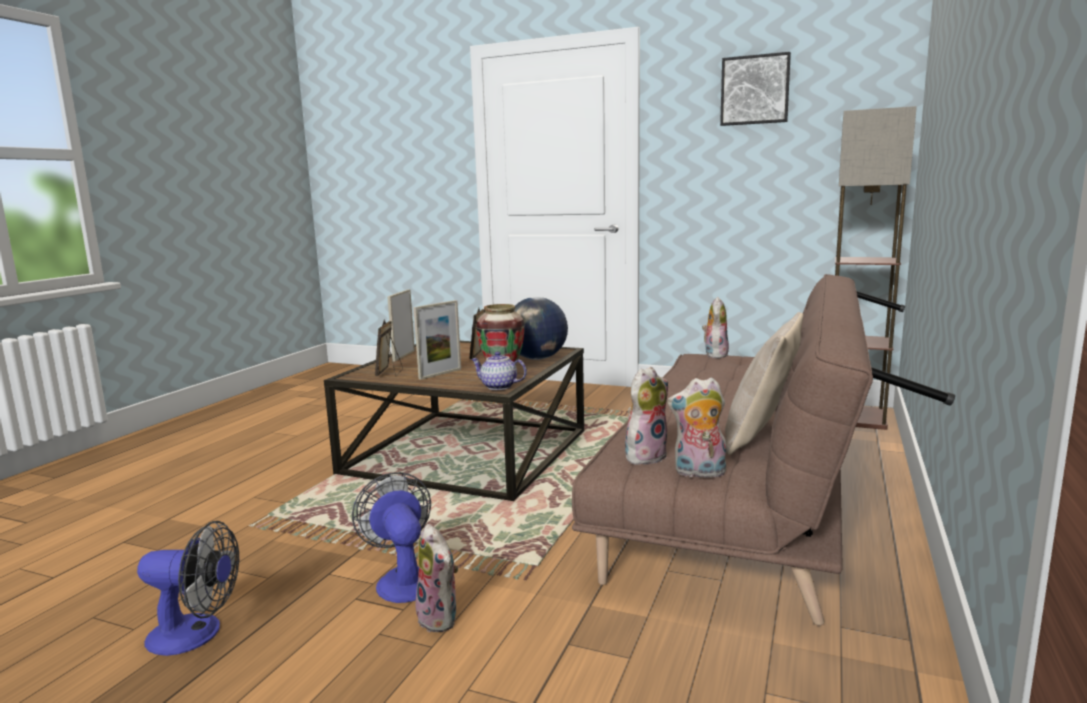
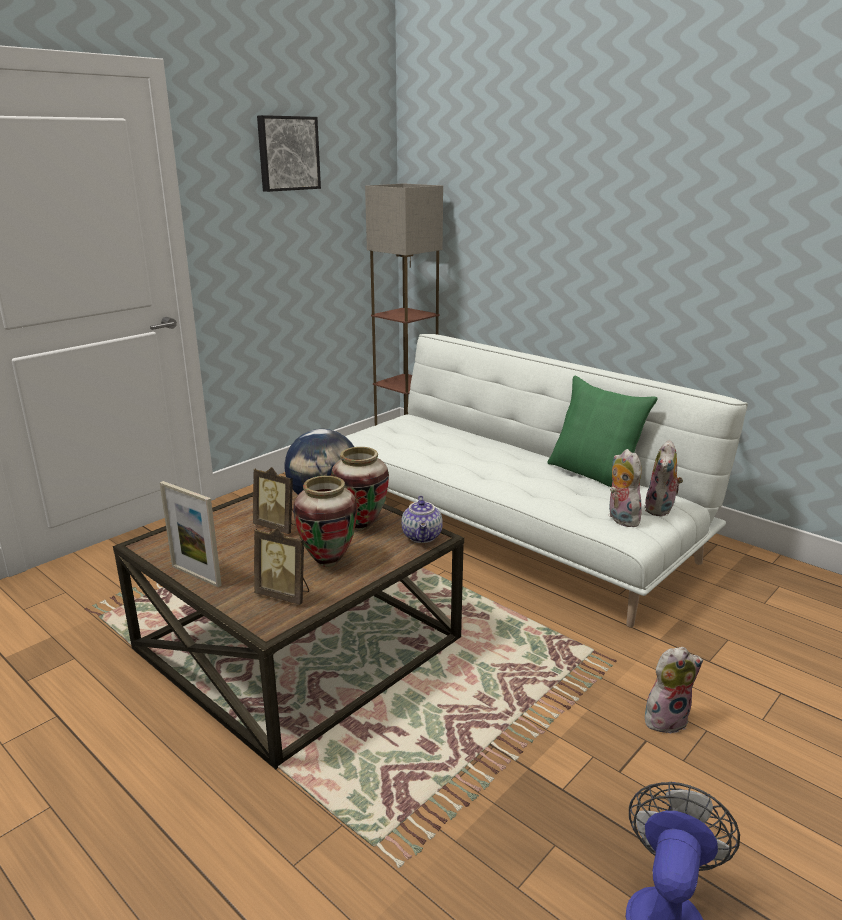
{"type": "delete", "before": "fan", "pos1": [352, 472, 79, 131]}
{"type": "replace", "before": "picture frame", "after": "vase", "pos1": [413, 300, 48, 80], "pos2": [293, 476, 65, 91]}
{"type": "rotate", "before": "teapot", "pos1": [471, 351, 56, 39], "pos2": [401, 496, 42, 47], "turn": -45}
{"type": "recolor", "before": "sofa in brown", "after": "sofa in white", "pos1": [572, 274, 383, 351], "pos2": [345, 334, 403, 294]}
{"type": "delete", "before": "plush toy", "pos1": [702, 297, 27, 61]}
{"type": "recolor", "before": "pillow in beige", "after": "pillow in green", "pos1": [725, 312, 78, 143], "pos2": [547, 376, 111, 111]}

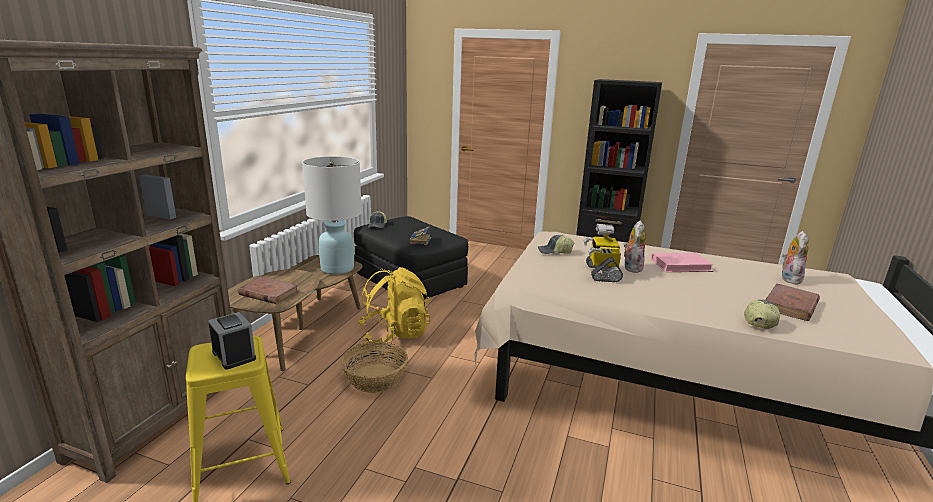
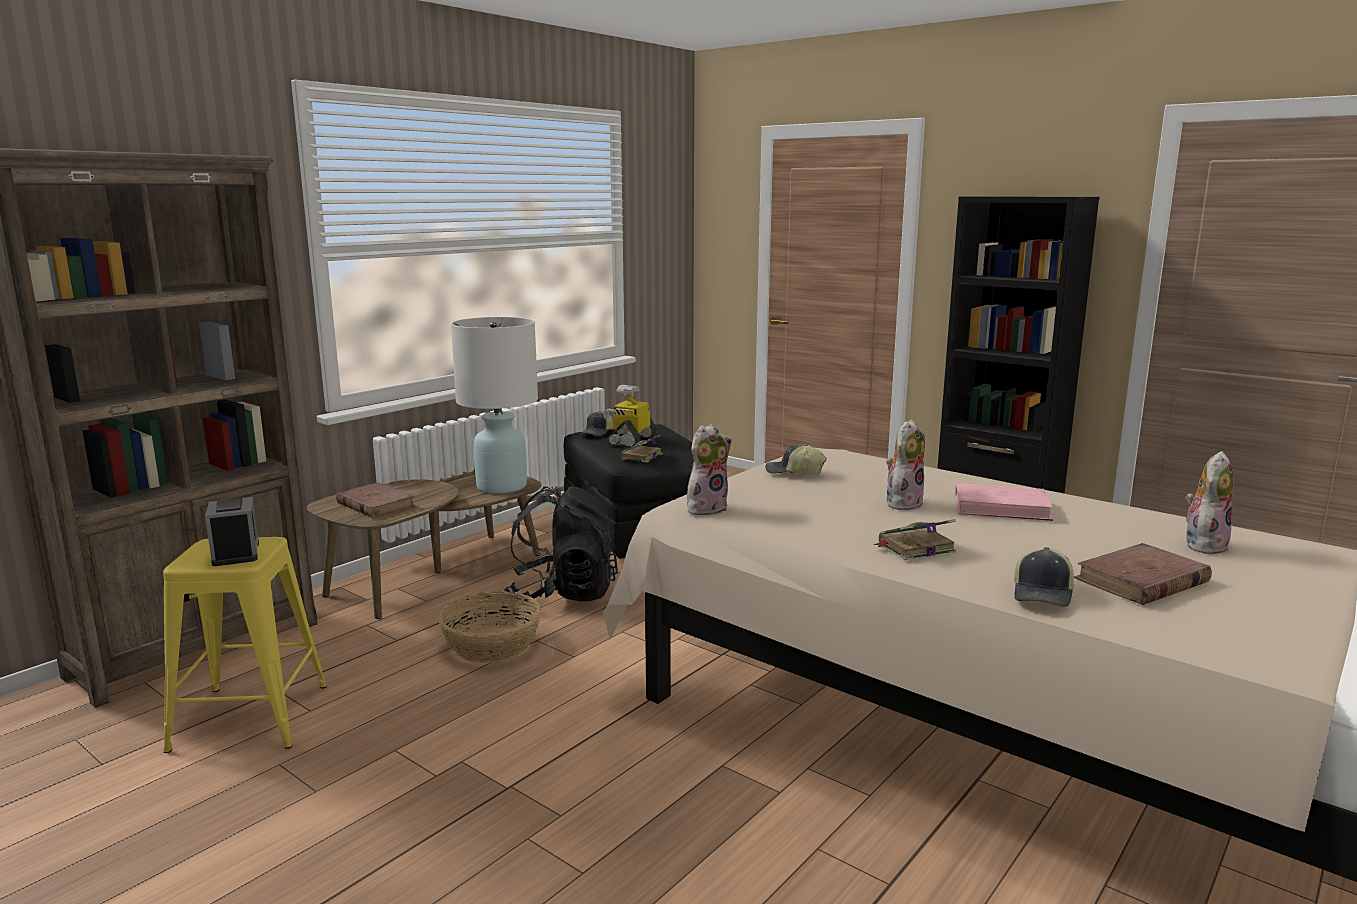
{"type": "recolor", "before": "backpack in yellow", "after": "backpack in black", "pos1": [358, 267, 73, 75], "pos2": [504, 486, 114, 116]}
{"type": "move", "before": "toy robot", "pos1": [584, 224, 39, 58], "pos2": [603, 385, 54, 63]}
{"type": "rotate", "before": "cap", "pos1": [744, 300, 36, 29], "pos2": [1014, 547, 60, 60], "turn": 150}
{"type": "insert", "after": "plush toy", "pos2": [687, 424, 45, 91]}
{"type": "insert", "after": "book", "pos2": [873, 519, 83, 41]}

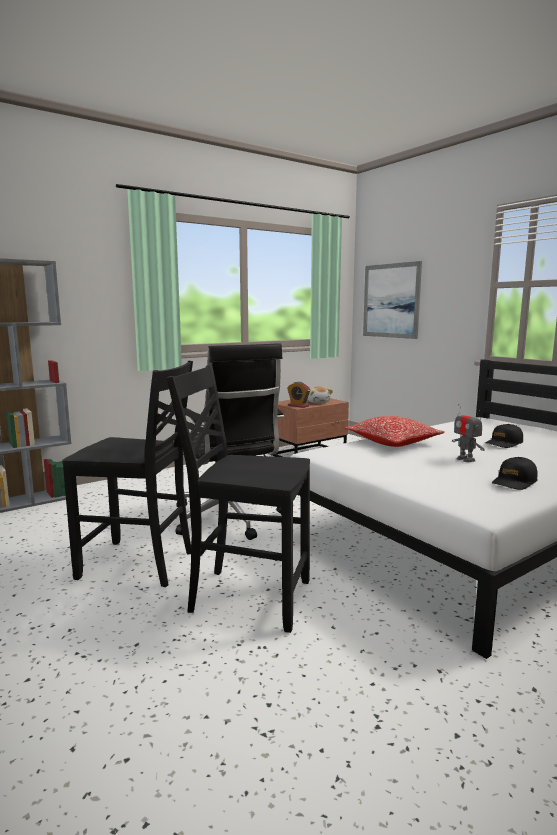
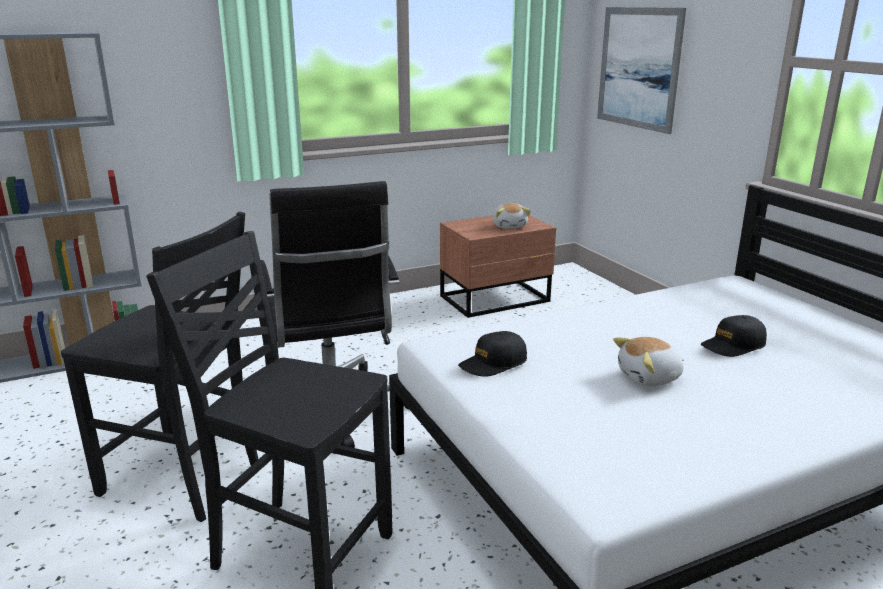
{"type": "delete", "before": "alarm clock", "pos1": [287, 382, 23, 26]}
{"type": "delete", "before": "pillow", "pos1": [345, 416, 100, 31]}
{"type": "replace", "before": "toy robot", "after": "plush toy", "pos1": [452, 404, 33, 58], "pos2": [613, 337, 71, 49]}
{"type": "move", "before": "cap in black", "pos1": [492, 457, 46, 33], "pos2": [458, 331, 69, 46]}

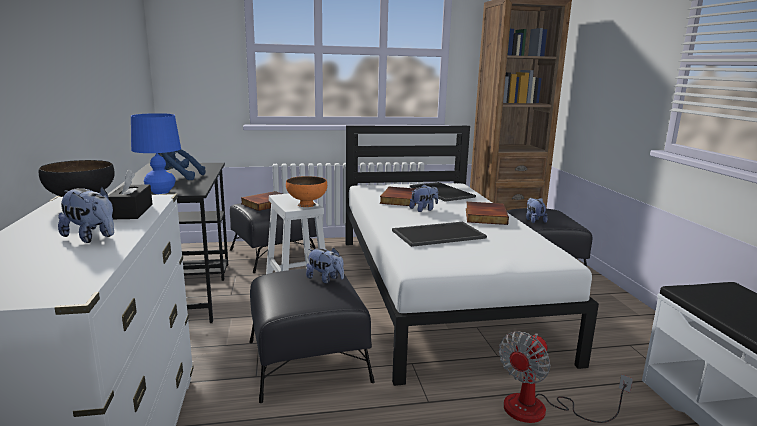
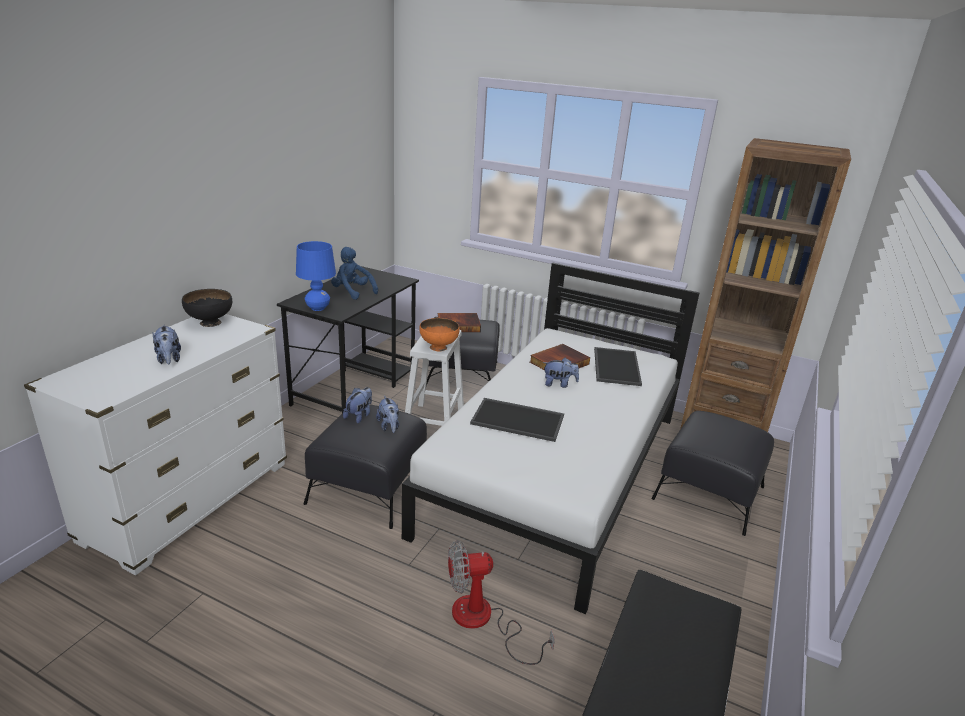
{"type": "delete", "before": "tissue box in black", "pos1": [108, 169, 45, 50]}
{"type": "delete", "before": "book", "pos1": [466, 202, 43, 23]}
{"type": "move", "before": "plush toy", "pos1": [526, 198, 21, 25], "pos2": [343, 387, 29, 36]}

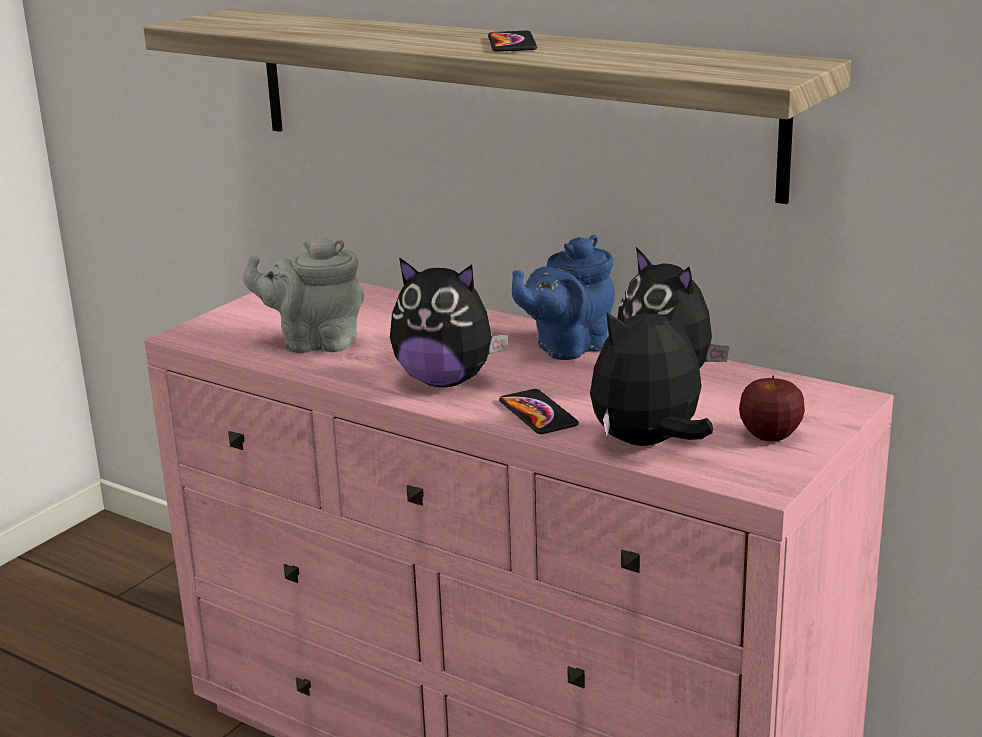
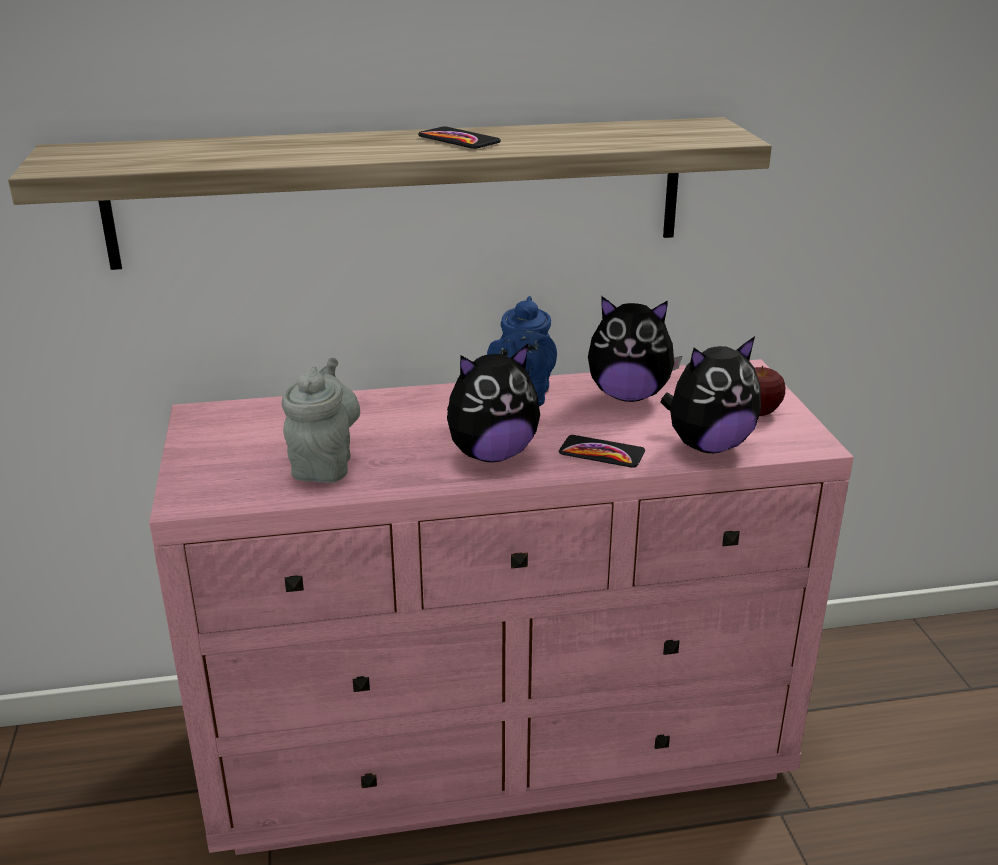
{"type": "rotate", "before": "teapot in grey", "pos1": [243, 238, 122, 115], "pos2": [282, 358, 78, 125], "turn": 135}
{"type": "rotate", "before": "plush toy", "pos1": [590, 297, 124, 149], "pos2": [660, 336, 101, 117], "turn": -135}

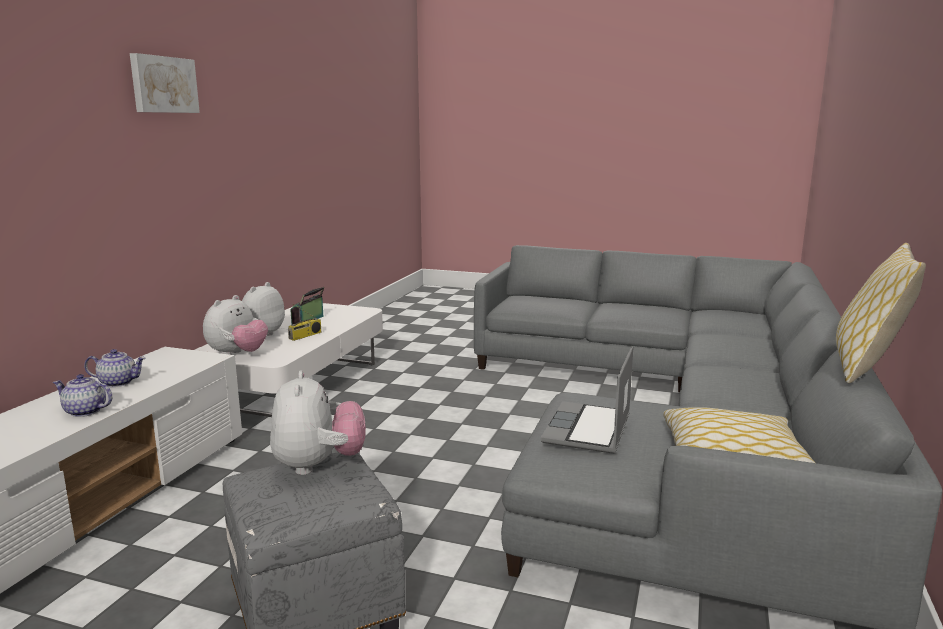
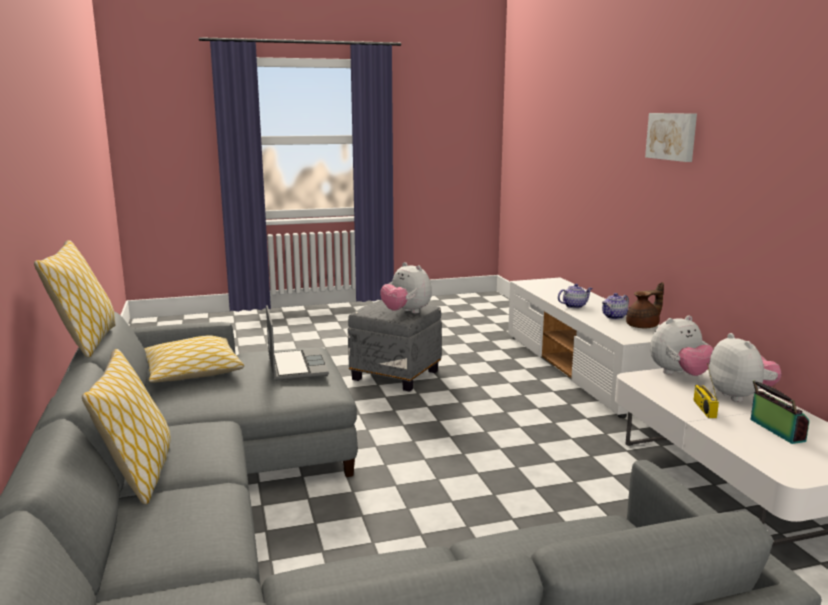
{"type": "move", "before": "picture", "pos1": [130, 53, 70, 60], "pos2": [645, 113, 52, 49]}
{"type": "rotate", "before": "plush toy", "pos1": [203, 295, 65, 60], "pos2": [650, 315, 63, 61], "turn": -105}
{"type": "insert", "after": "pillow", "pos2": [82, 349, 89, 155]}
{"type": "insert", "after": "teapot in brown", "pos2": [626, 282, 38, 46]}

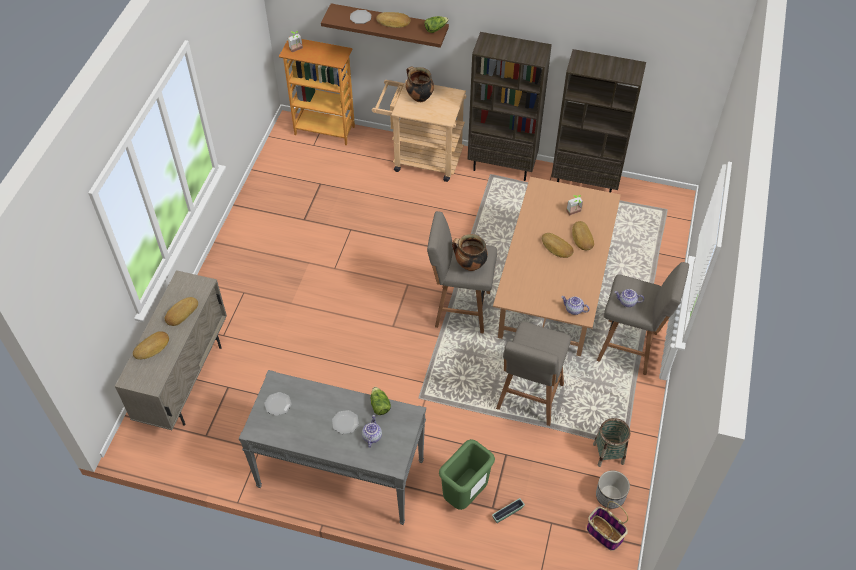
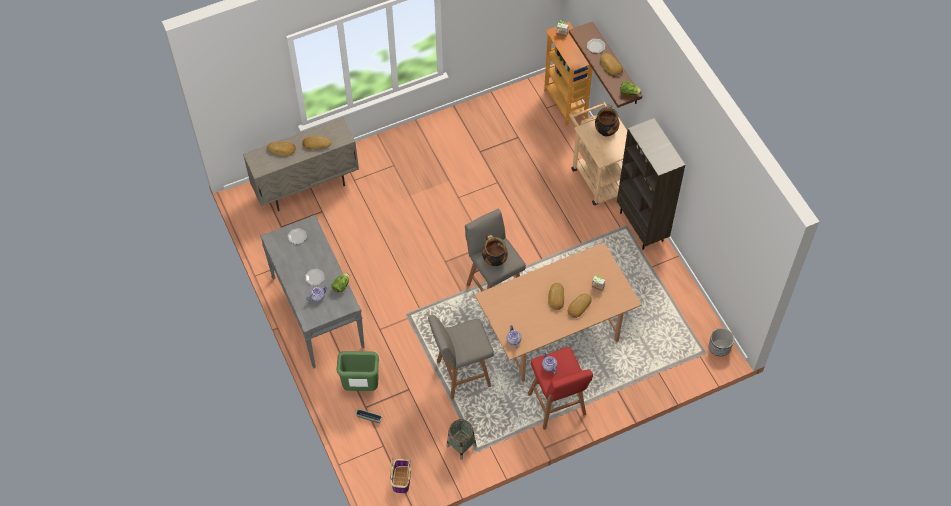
{"type": "delete", "before": "bookcase in brown", "pos1": [551, 49, 95, 143]}
{"type": "move", "before": "planter", "pos1": [596, 470, 34, 39], "pos2": [709, 328, 25, 28]}
{"type": "recolor", "before": "stool in grey", "after": "stool in red", "pos1": [597, 262, 92, 113], "pos2": [528, 347, 65, 83]}

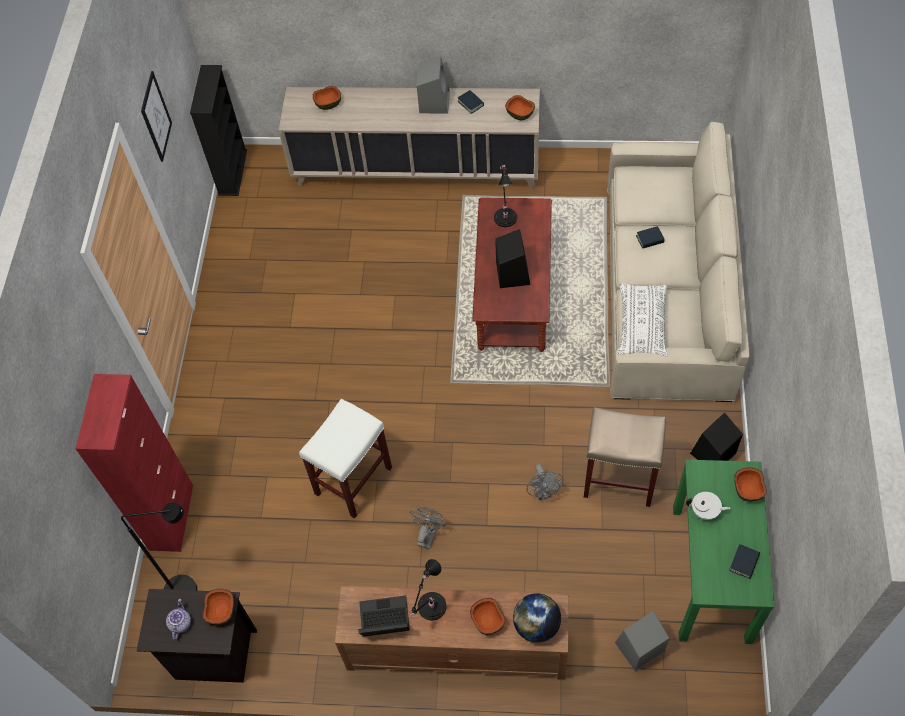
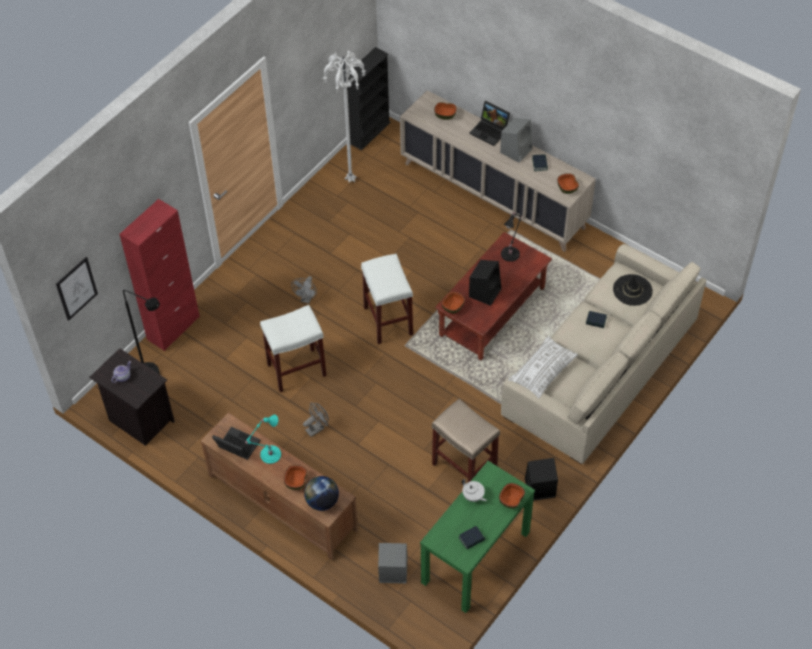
{"type": "move", "before": "picture", "pos1": [141, 71, 31, 91], "pos2": [56, 257, 42, 64]}
{"type": "move", "before": "bowl", "pos1": [203, 589, 31, 36], "pos2": [441, 291, 24, 22]}
{"type": "recolor", "before": "table lamp in black", "after": "table lamp in turquoise", "pos1": [411, 559, 35, 61], "pos2": [245, 415, 36, 49]}
{"type": "move", "before": "fan in grey", "pos1": [527, 464, 37, 36], "pos2": [291, 276, 26, 28]}
{"type": "insert", "after": "floor lamp in white", "pos2": [323, 51, 43, 131]}
{"type": "insert", "after": "stool in white", "pos2": [361, 254, 52, 90]}
{"type": "insert", "after": "laptop", "pos2": [470, 101, 40, 45]}
{"type": "insert", "after": "hat in black", "pos2": [613, 274, 40, 32]}

